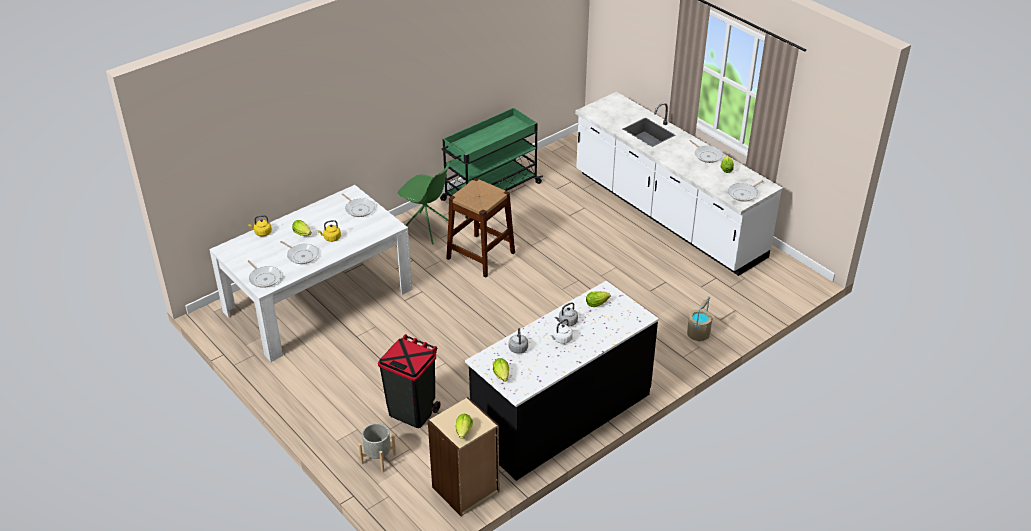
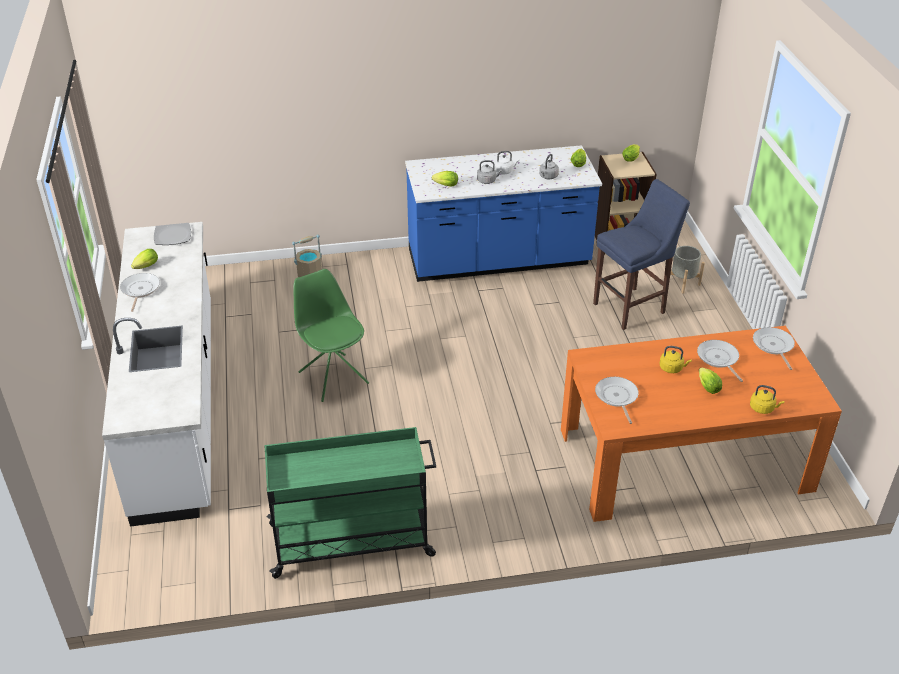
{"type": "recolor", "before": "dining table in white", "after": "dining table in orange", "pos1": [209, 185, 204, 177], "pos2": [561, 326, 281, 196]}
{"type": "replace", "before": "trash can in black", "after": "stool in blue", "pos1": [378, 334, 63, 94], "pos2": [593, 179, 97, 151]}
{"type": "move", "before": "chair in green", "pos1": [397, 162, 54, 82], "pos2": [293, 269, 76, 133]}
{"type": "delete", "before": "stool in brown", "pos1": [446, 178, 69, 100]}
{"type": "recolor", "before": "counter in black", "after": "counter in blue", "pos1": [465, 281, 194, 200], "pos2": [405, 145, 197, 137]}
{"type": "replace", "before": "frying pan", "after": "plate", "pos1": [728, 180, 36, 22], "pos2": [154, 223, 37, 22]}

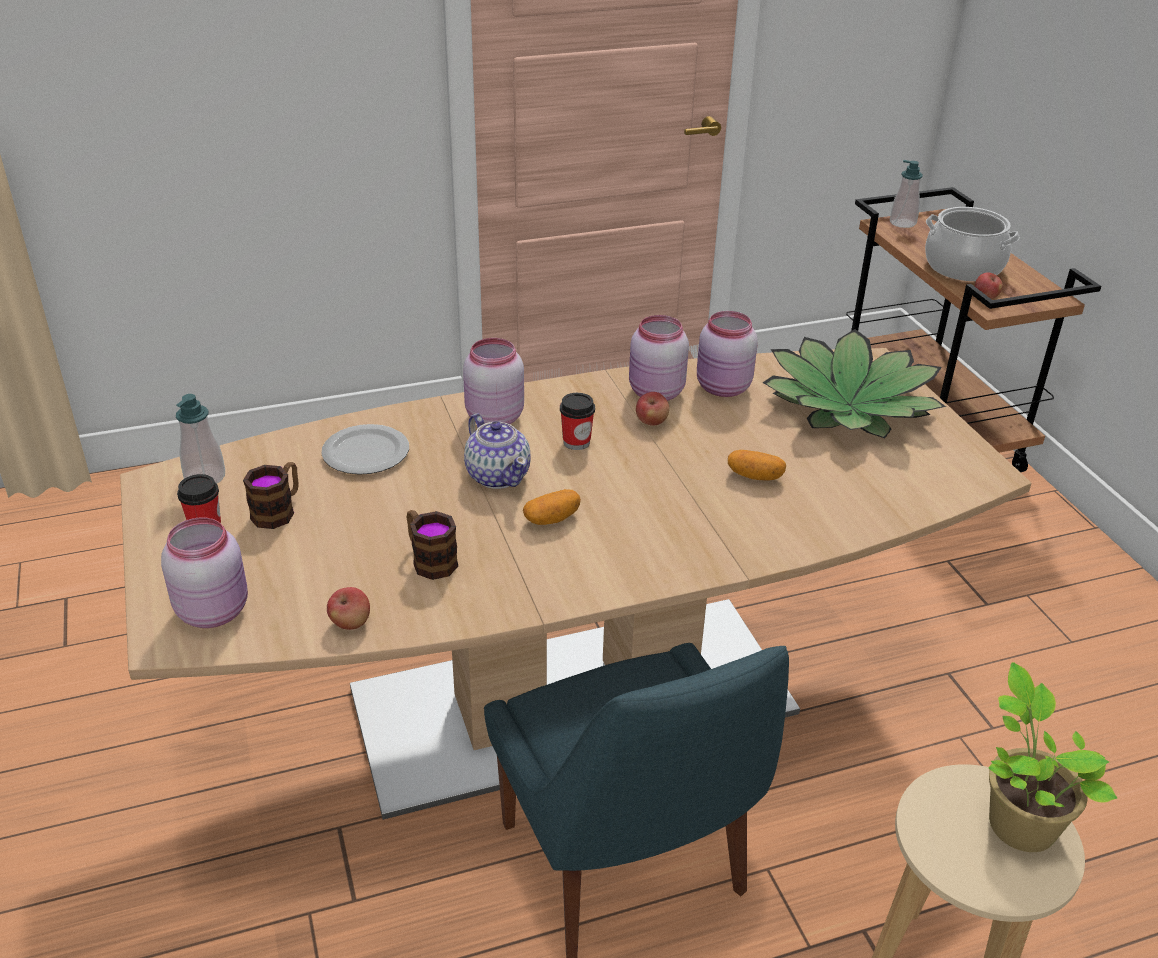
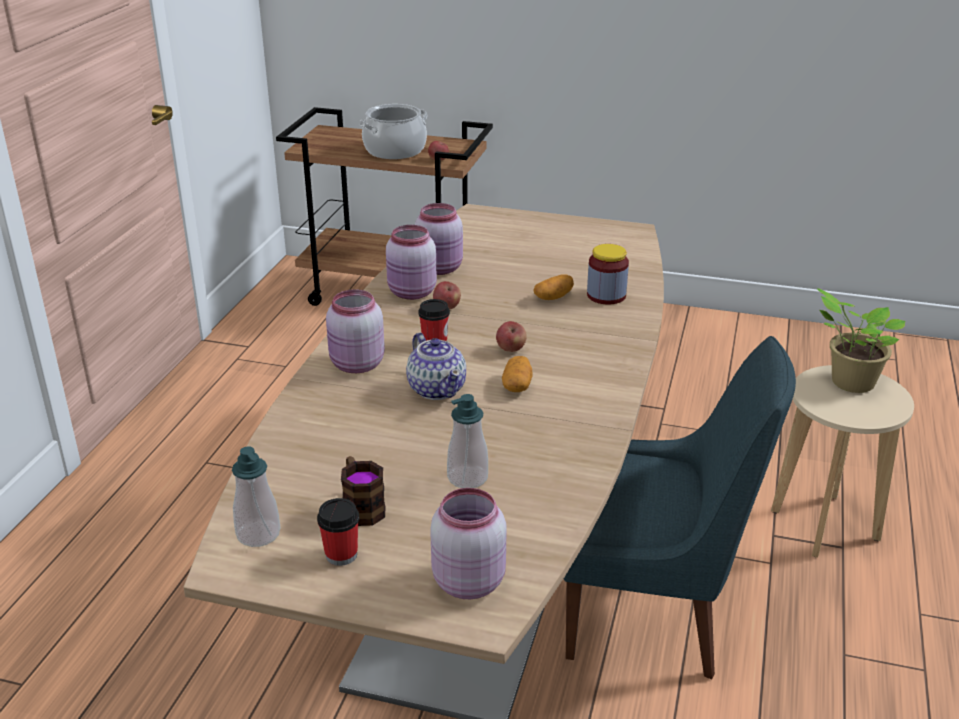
{"type": "delete", "before": "plate", "pos1": [321, 424, 88, 51]}
{"type": "move", "before": "apple", "pos1": [327, 587, 43, 43], "pos2": [496, 321, 31, 31]}
{"type": "delete", "before": "mug", "pos1": [406, 510, 52, 70]}
{"type": "rotate", "before": "teapot", "pos1": [464, 414, 67, 75], "pos2": [406, 333, 60, 67], "turn": 60}
{"type": "delete", "before": "potted plant", "pos1": [763, 329, 183, 109]}
{"type": "move", "before": "soap dispenser", "pos1": [890, 160, 33, 68], "pos2": [447, 394, 41, 94]}
{"type": "insert", "after": "jar", "pos2": [587, 244, 42, 60]}

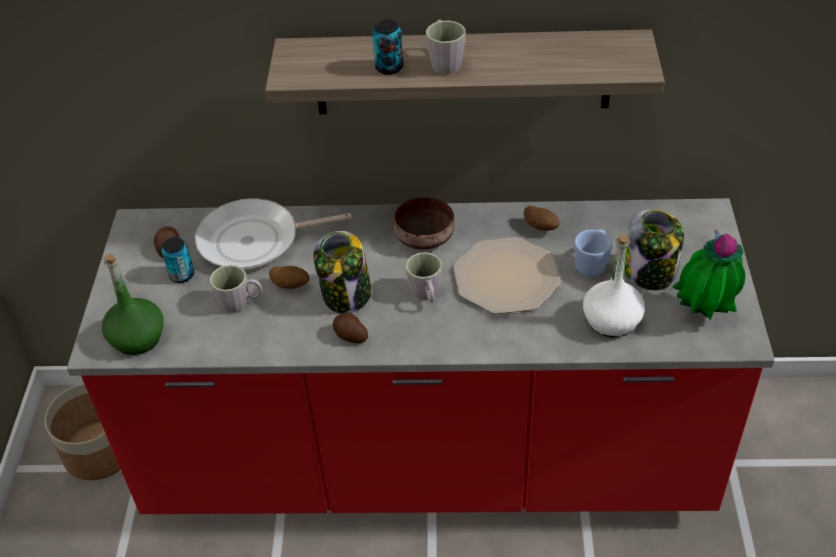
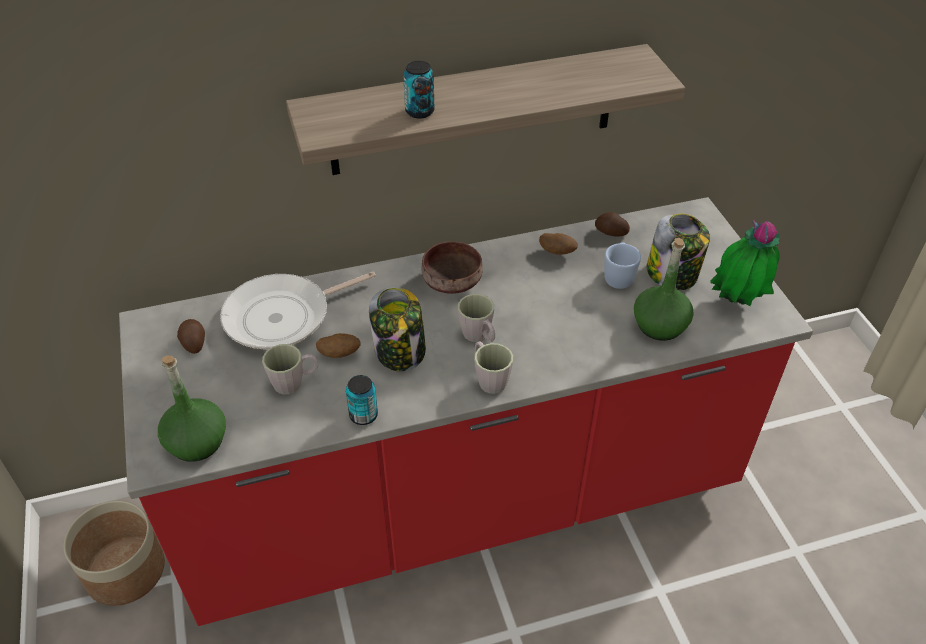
{"type": "move", "before": "can", "pos1": [162, 237, 32, 46], "pos2": [346, 375, 32, 50]}
{"type": "move", "before": "potato", "pos1": [333, 313, 35, 30], "pos2": [595, 212, 35, 25]}
{"type": "move", "before": "mug in grey", "pos1": [426, 20, 40, 54], "pos2": [474, 341, 39, 53]}
{"type": "delete", "before": "plate", "pos1": [453, 237, 108, 77]}
{"type": "recolor", "before": "bottle in white", "after": "bottle in green", "pos1": [583, 234, 62, 104], "pos2": [634, 238, 60, 103]}

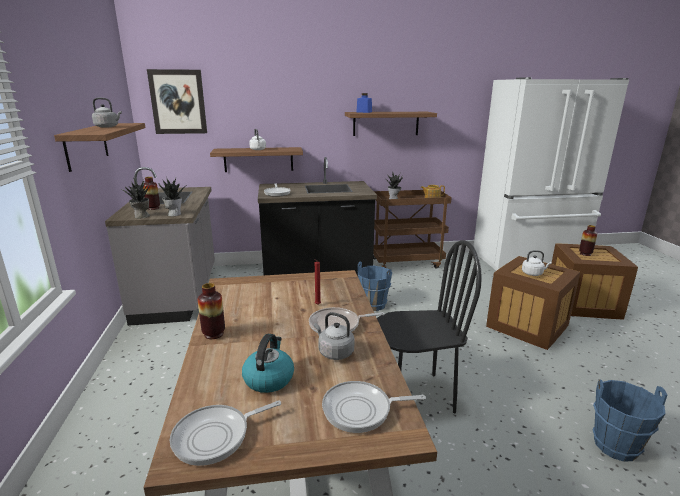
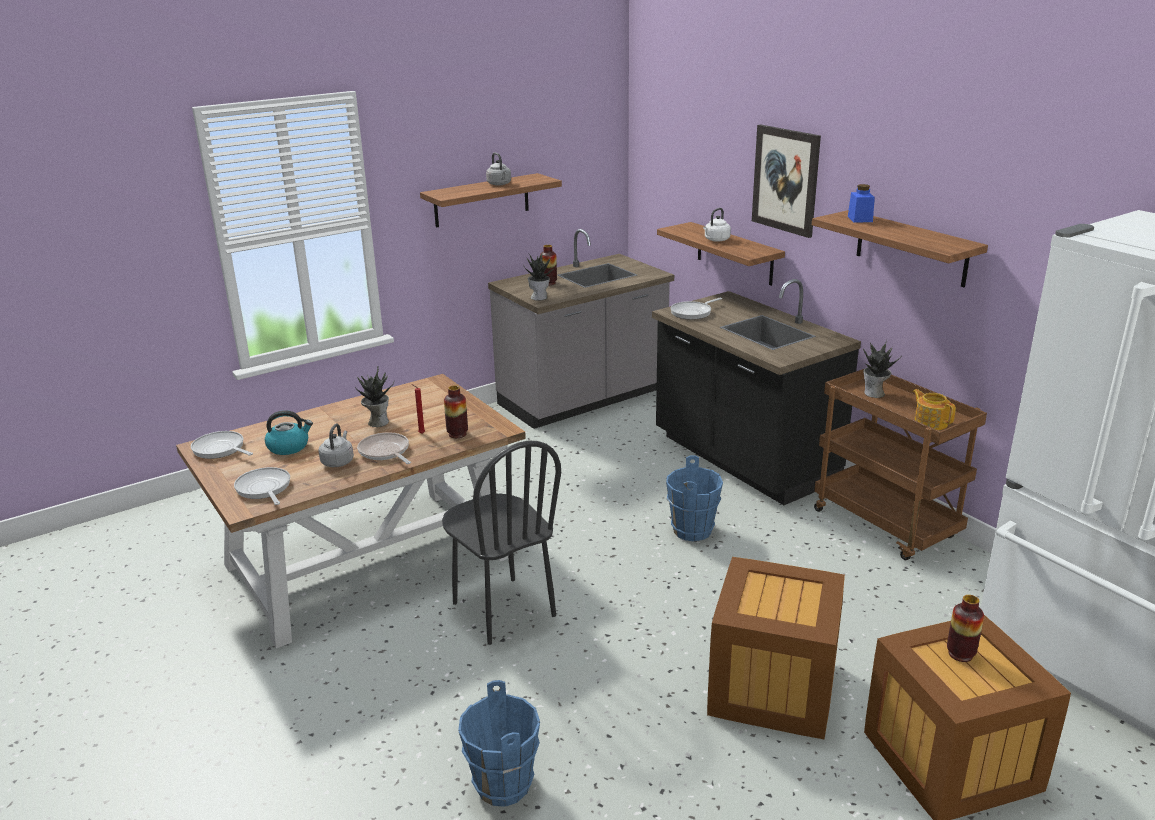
{"type": "move", "before": "potted plant", "pos1": [123, 178, 27, 40], "pos2": [355, 366, 39, 61]}
{"type": "move", "before": "picture", "pos1": [147, 69, 60, 65], "pos2": [752, 124, 69, 114]}
{"type": "move", "before": "vase", "pos1": [198, 283, 27, 56], "pos2": [444, 386, 24, 52]}
{"type": "delete", "before": "kettle in white", "pos1": [522, 250, 30, 26]}

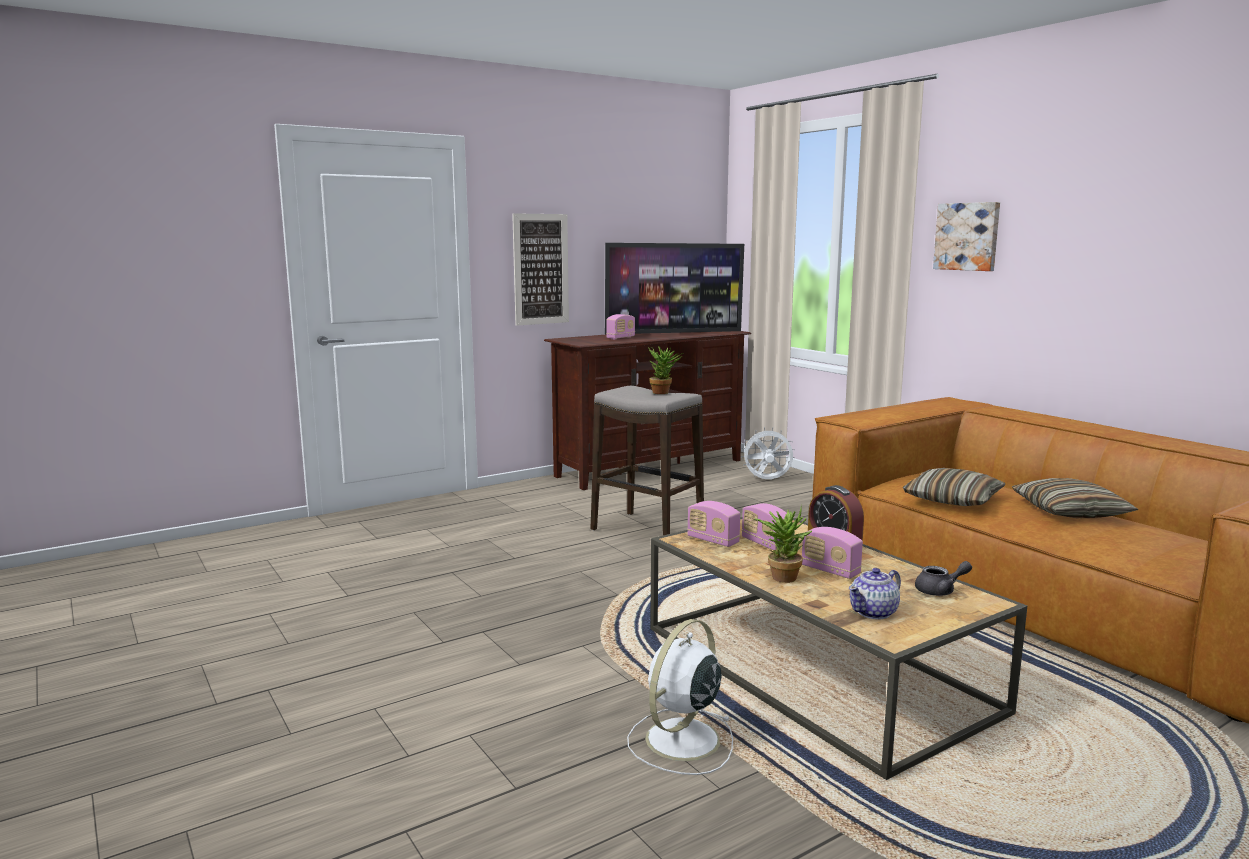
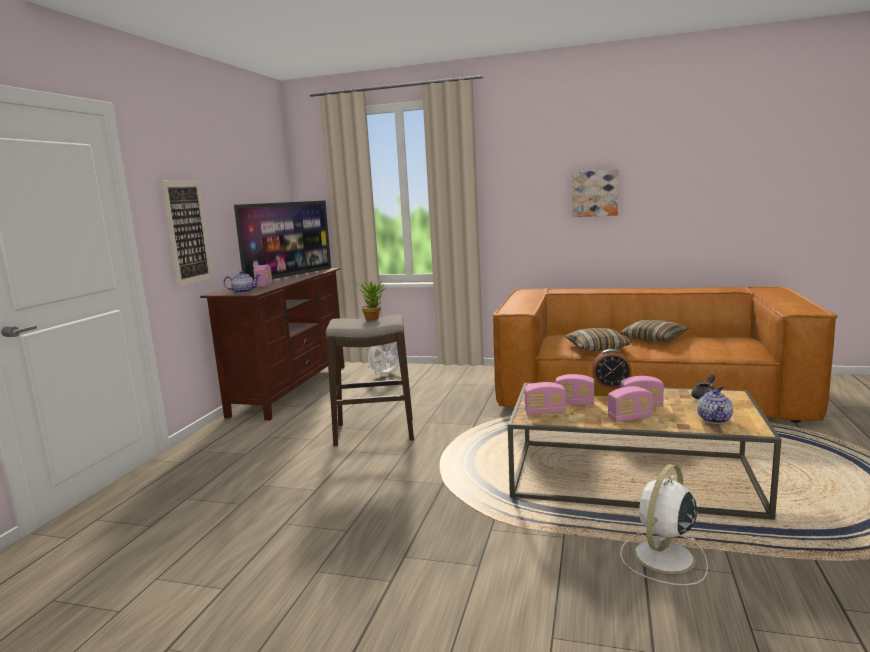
{"type": "rotate", "before": "fan in white", "pos1": [627, 619, 106, 156], "pos2": [620, 464, 88, 122], "turn": 45}
{"type": "replace", "before": "potted plant", "after": "radio", "pos1": [755, 505, 57, 78], "pos2": [608, 386, 45, 36]}
{"type": "move", "before": "picture", "pos1": [933, 202, 67, 69], "pos2": [572, 169, 46, 48]}
{"type": "insert", "after": "teapot", "pos2": [224, 271, 36, 22]}

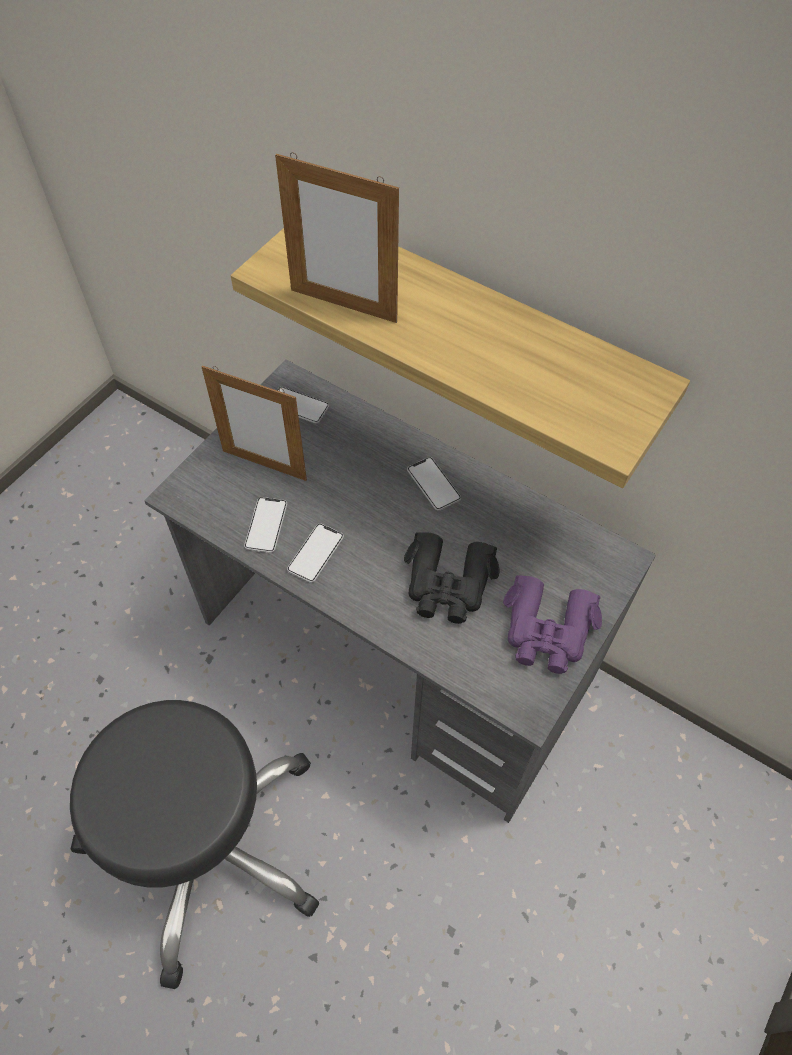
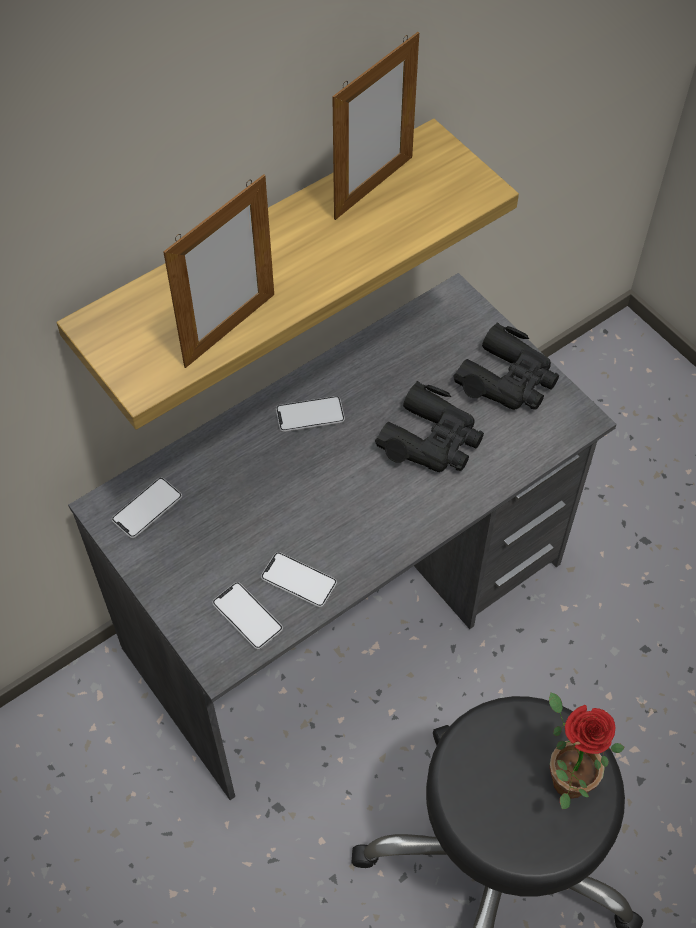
{"type": "move", "before": "picture frame", "pos1": [201, 365, 106, 116], "pos2": [332, 32, 87, 188]}
{"type": "move", "before": "phone", "pos1": [287, 523, 57, 60], "pos2": [212, 582, 71, 68]}
{"type": "recolor", "before": "binoculars in purple", "after": "binoculars in black", "pos1": [503, 575, 99, 99], "pos2": [453, 323, 106, 87]}
{"type": "insert", "after": "potted plant", "pos2": [549, 692, 76, 117]}

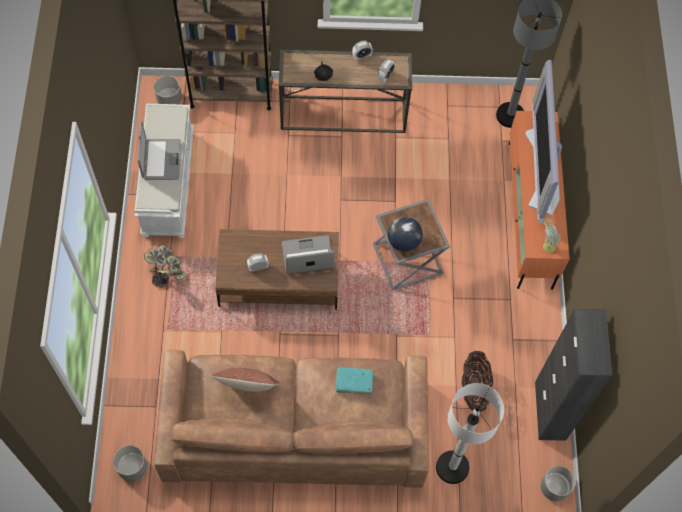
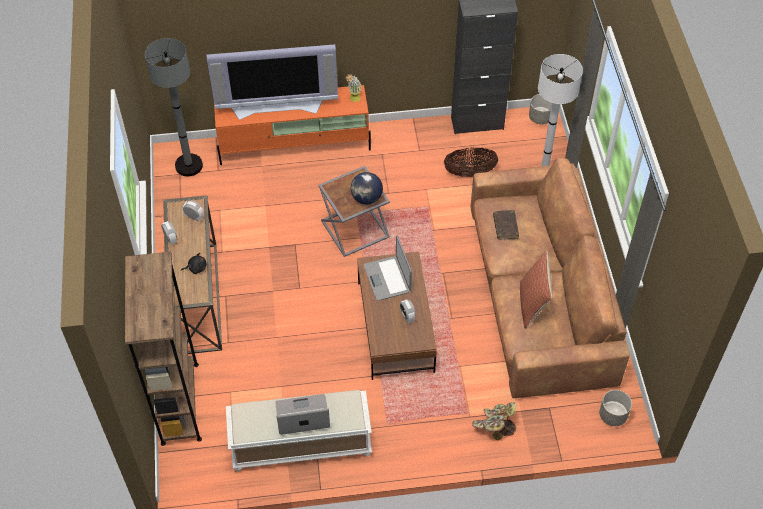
{"type": "move", "before": "potted plant", "pos1": [144, 244, 42, 44], "pos2": [472, 402, 44, 38]}
{"type": "delete", "before": "planter in grey", "pos1": [154, 76, 28, 29]}
{"type": "recolor", "before": "book in turquoise", "after": "book in brown", "pos1": [336, 367, 37, 28], "pos2": [493, 210, 26, 30]}

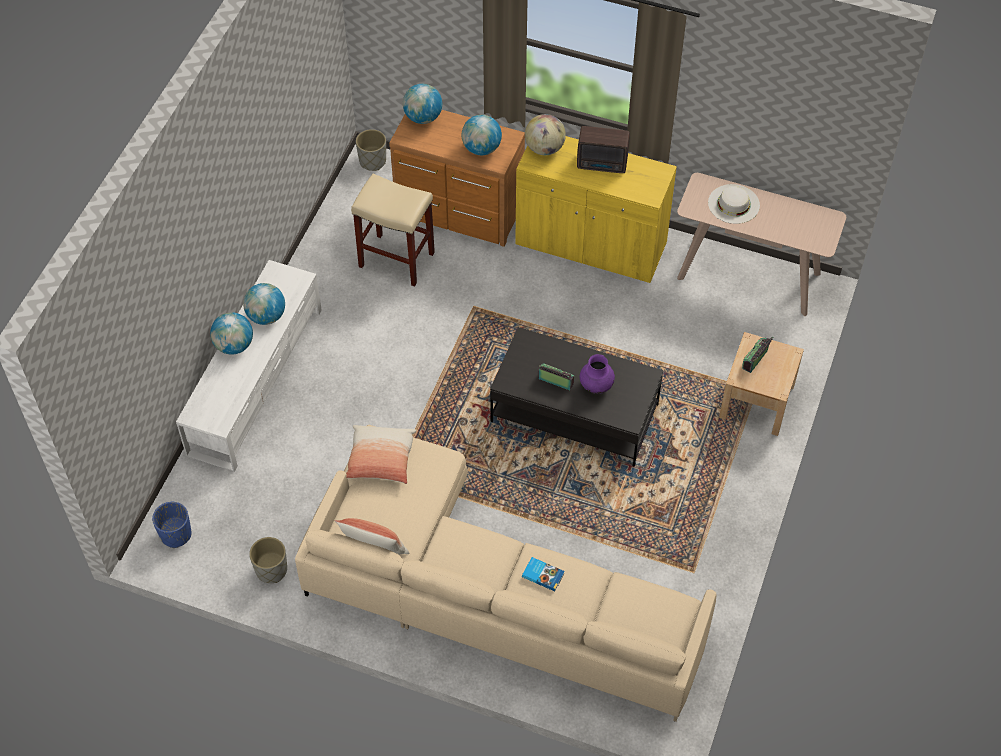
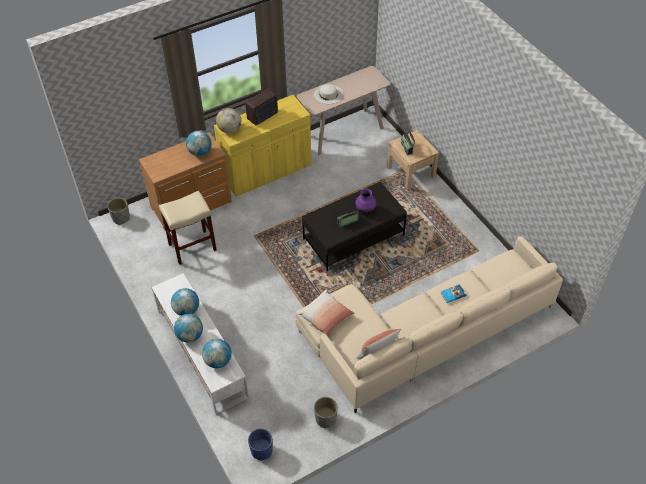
{"type": "move", "before": "globe", "pos1": [403, 84, 39, 40], "pos2": [202, 339, 30, 29]}

